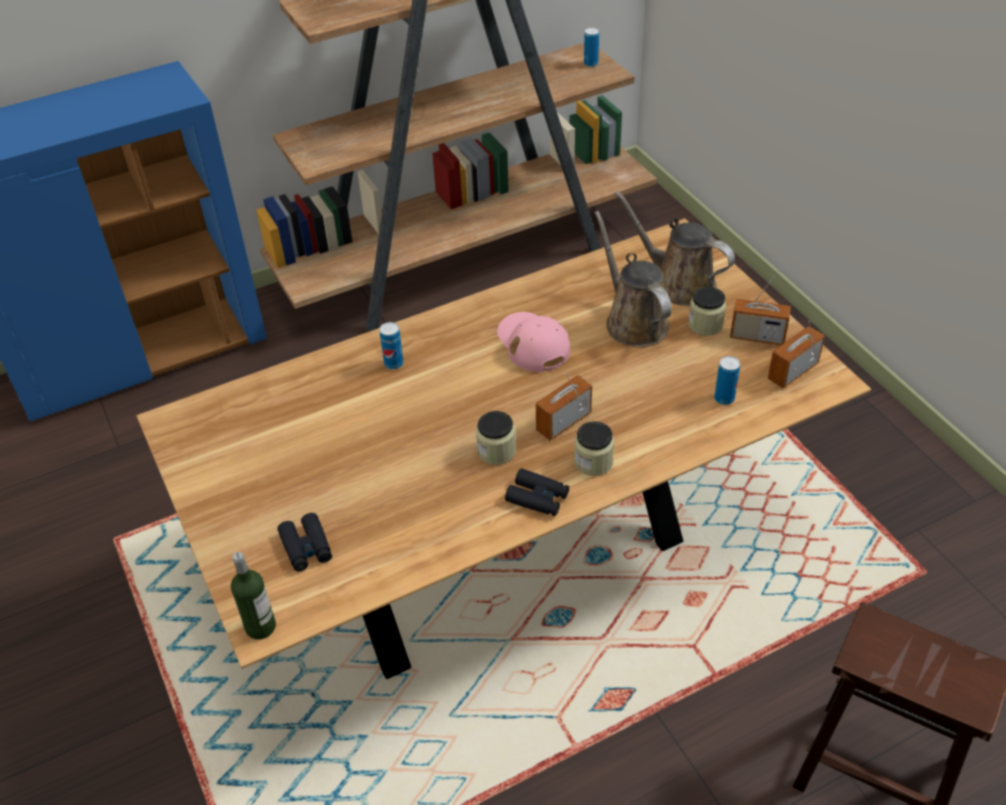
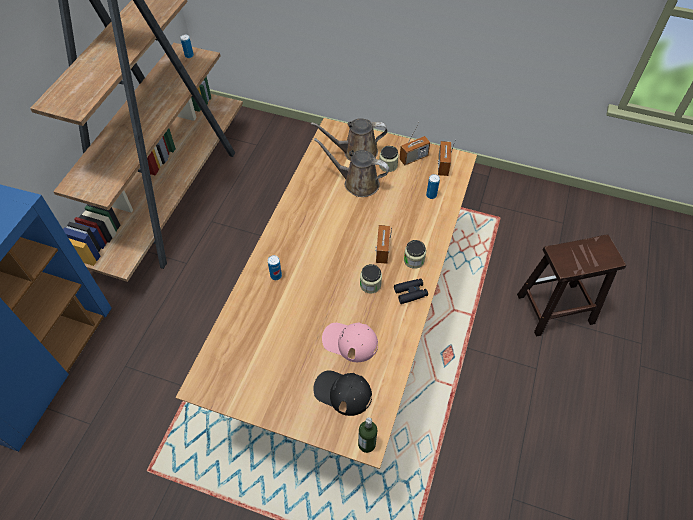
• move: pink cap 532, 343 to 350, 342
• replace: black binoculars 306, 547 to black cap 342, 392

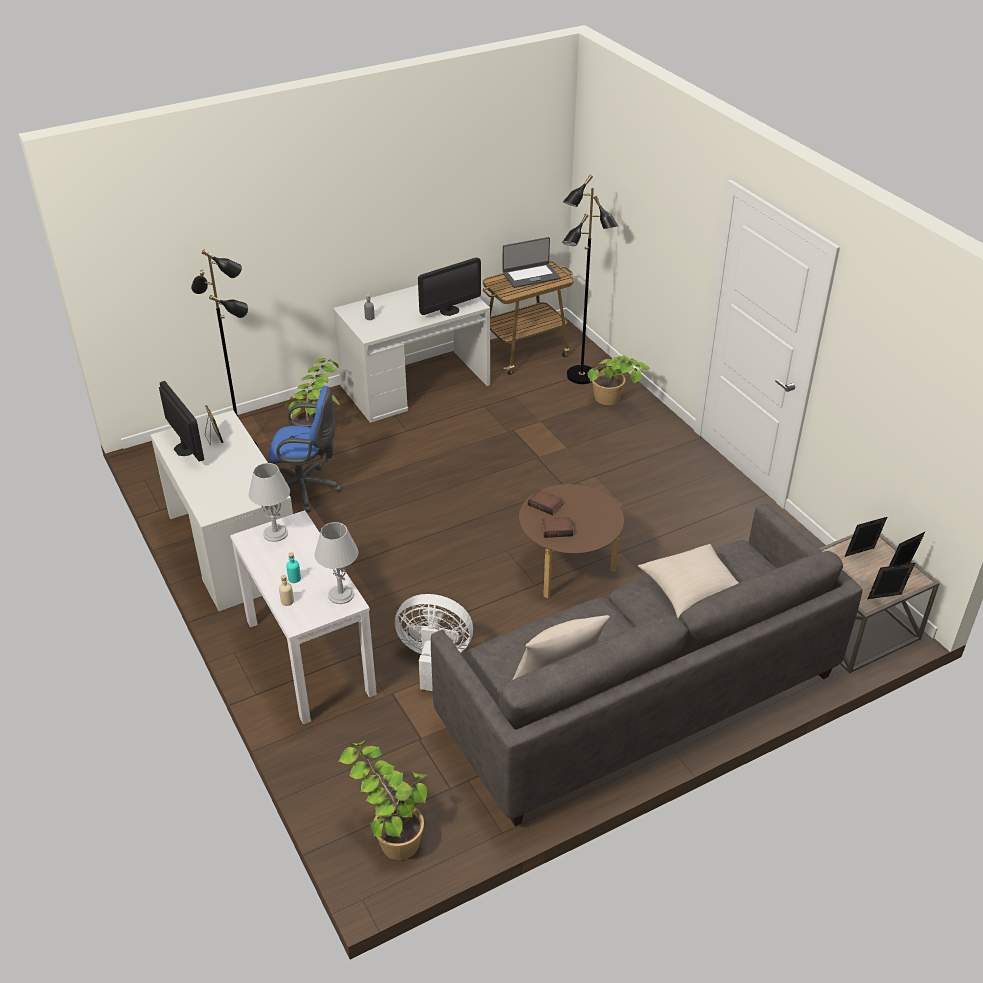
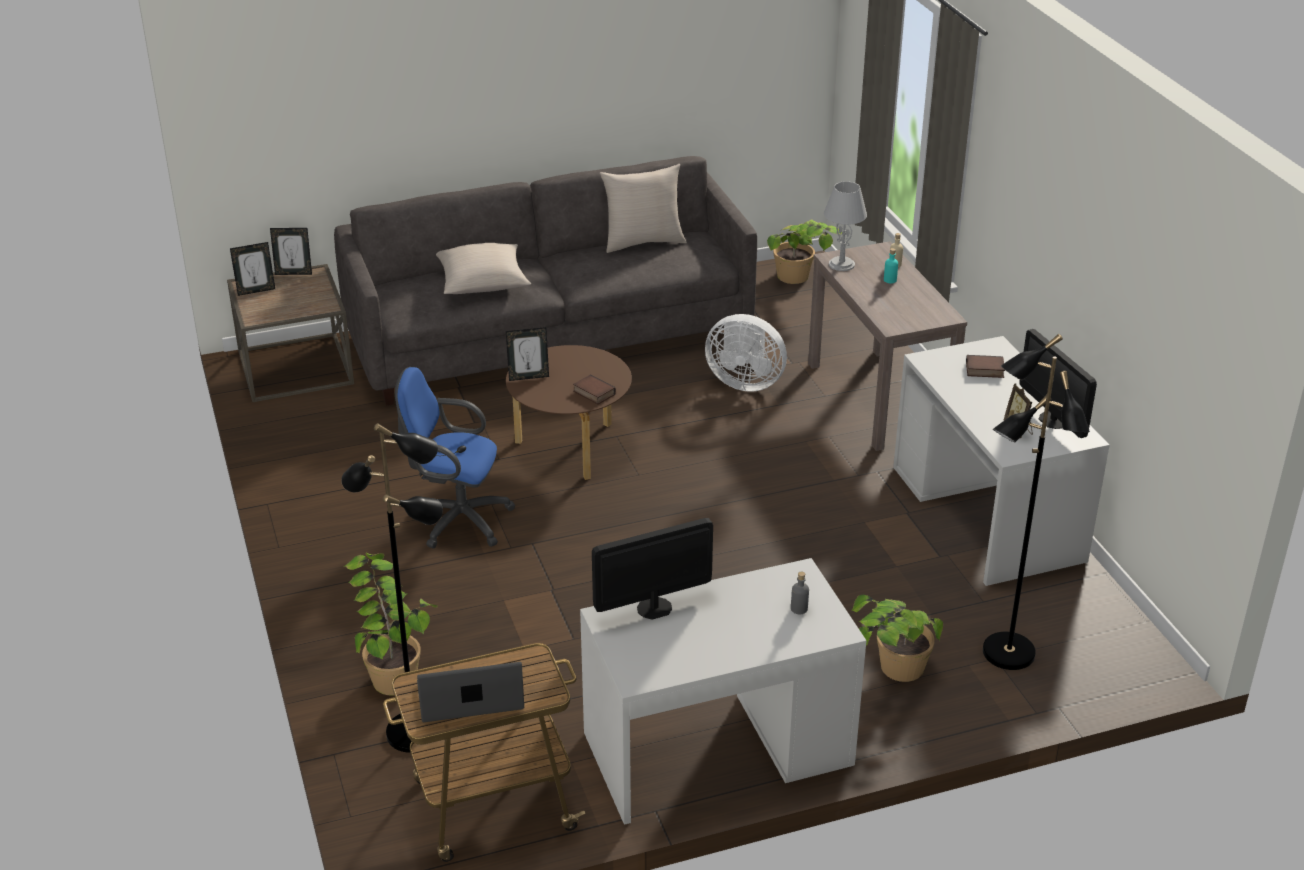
• delete: grey table lamp 275, 533
• move: blue office chair 306, 490 to 456, 520
• move: book 557, 529 to 984, 370
• move: picture frame 861, 554 to 528, 377
• recolor: white console table 309, 656 to brown console table 878, 398

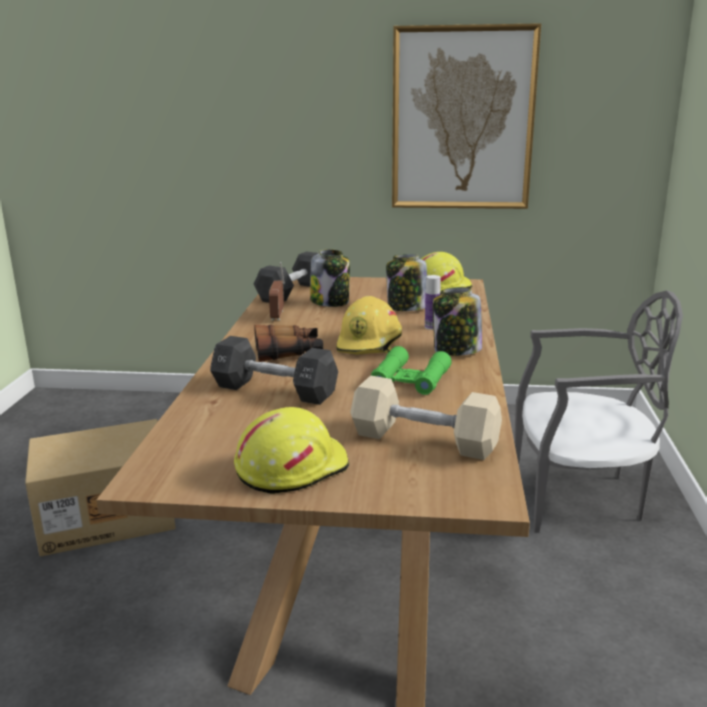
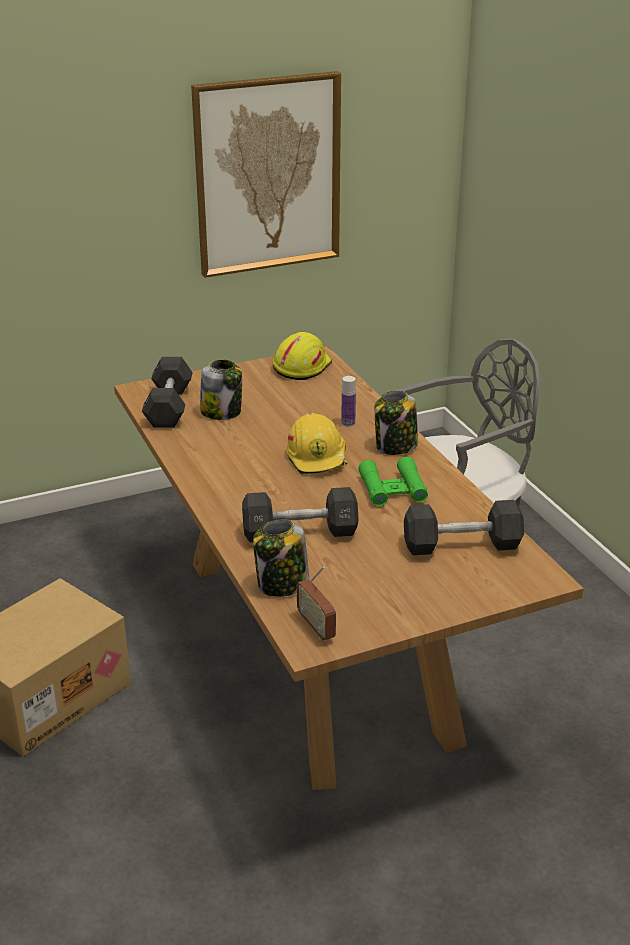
• delete: yellow hard hat 291, 467
• delete: binoculars 289, 352
• move: radio 278, 315 to 316, 627
• move: jar 406, 308 to 282, 585
• recolor: beige dumbbell 424, 440 to black dumbbell 461, 545

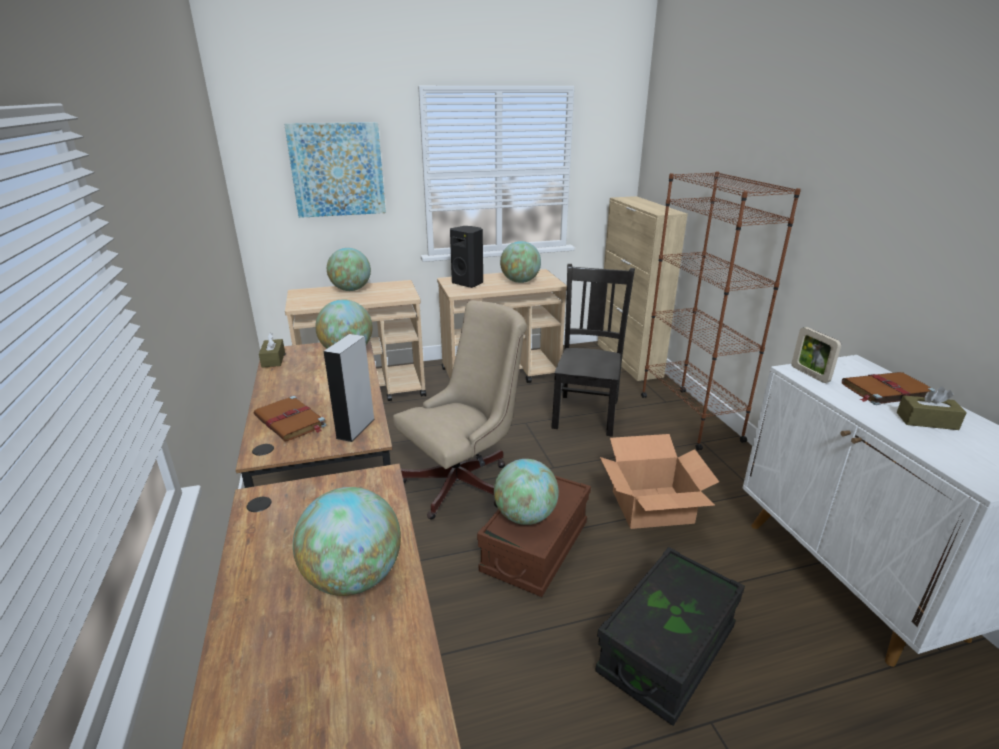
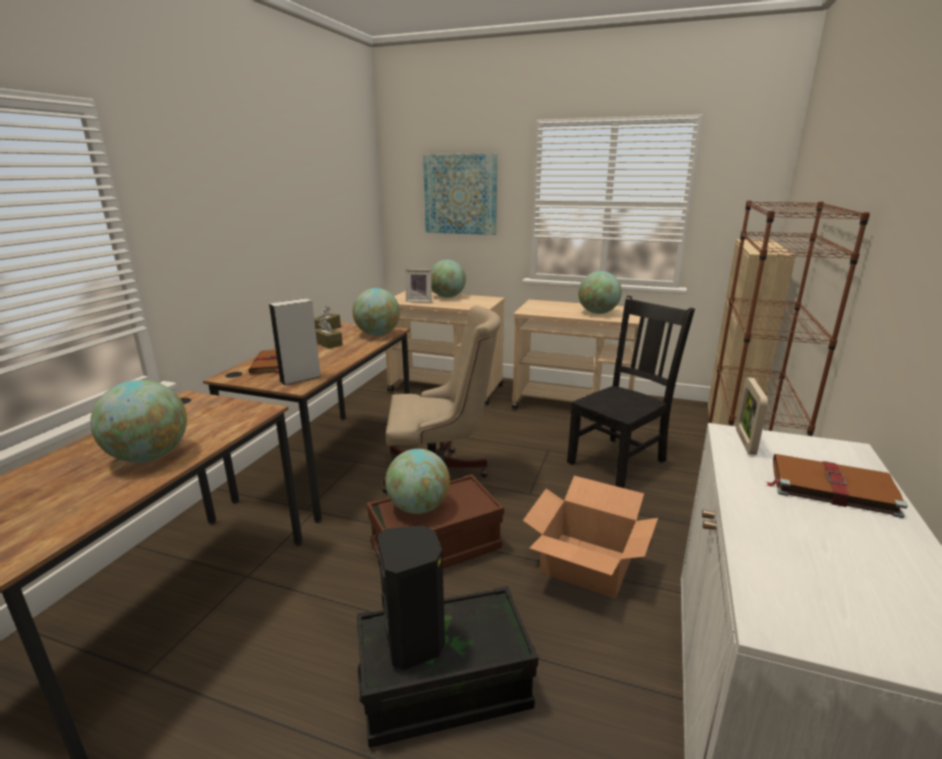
• insert: picture frame 419, 301
• move: black speaker 468, 283 to 415, 641
• move: brown tissue box 926, 421 to 328, 343

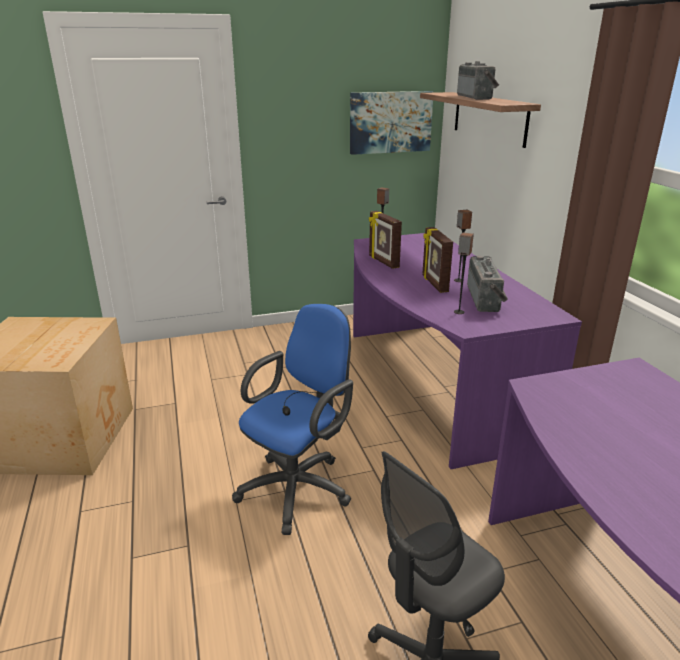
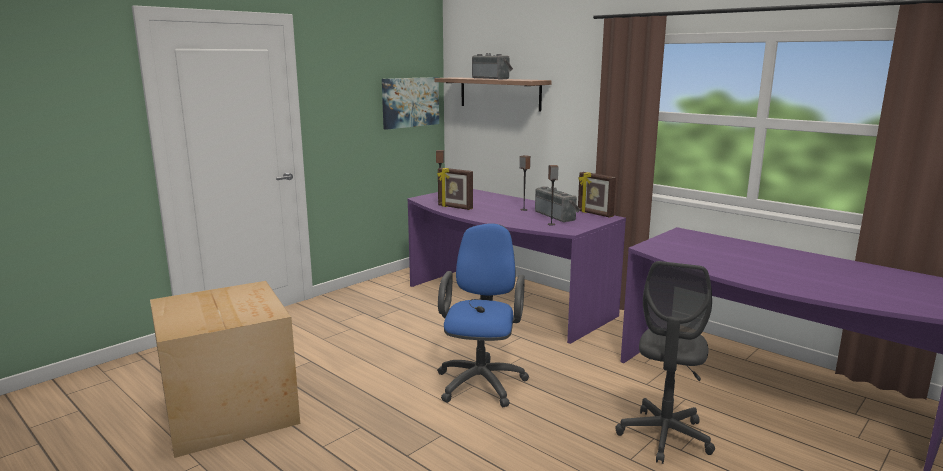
• move: picture frame 434, 284 to 594, 214

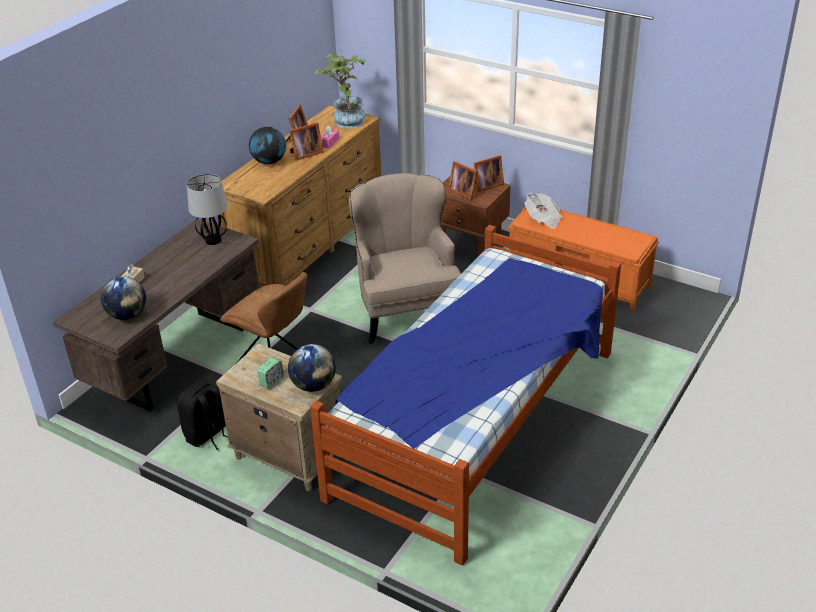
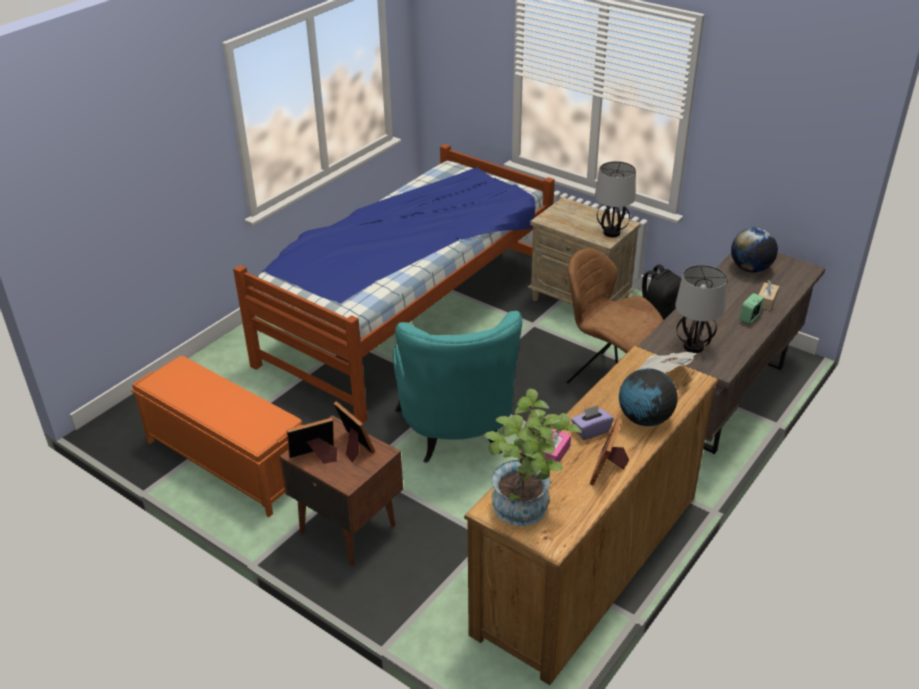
• delete: globe 313, 385
• insert: table lamp 611, 232
• move: alarm clock 271, 381 to 749, 318
• move: newspaper 543, 219 to 664, 373
• replace: picture frame 305, 154 to purple tissue box 590, 431
• recolor: beige armchair 405, 311 to turquoise armchair 457, 434

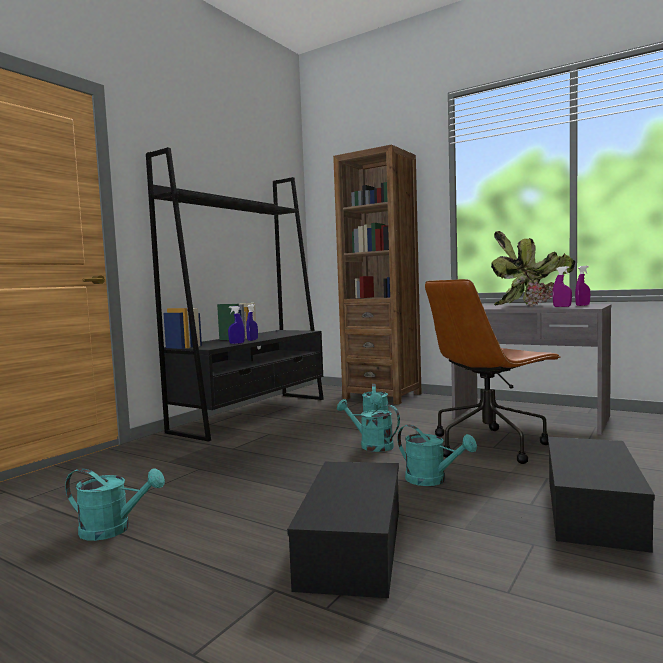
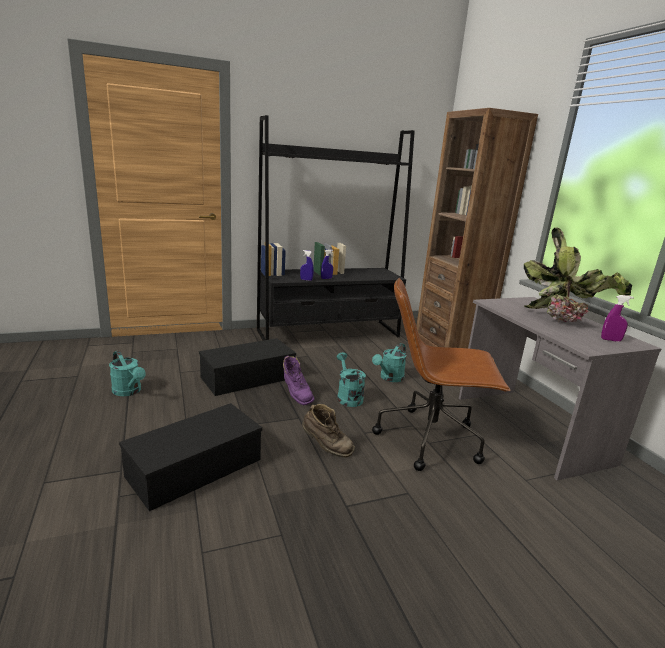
• delete: purple spray bottle 562, 306
• insert: purple boot 296, 395
• move: black storage box 594, 511 to 247, 378
• replace: turquoise watering can 432, 480 to brown boot 326, 448

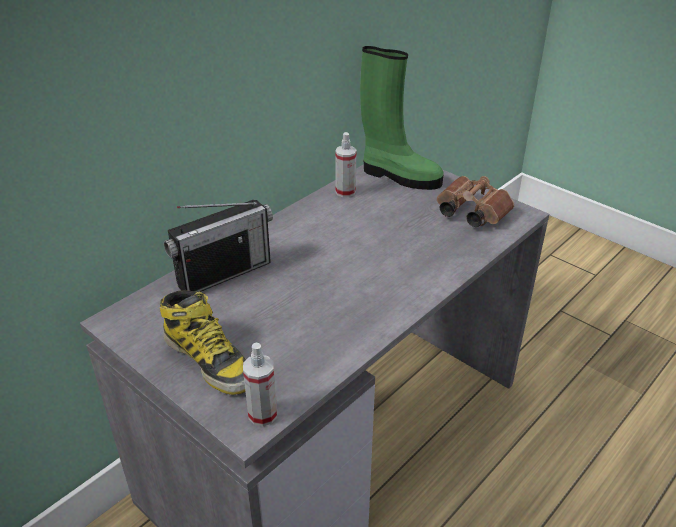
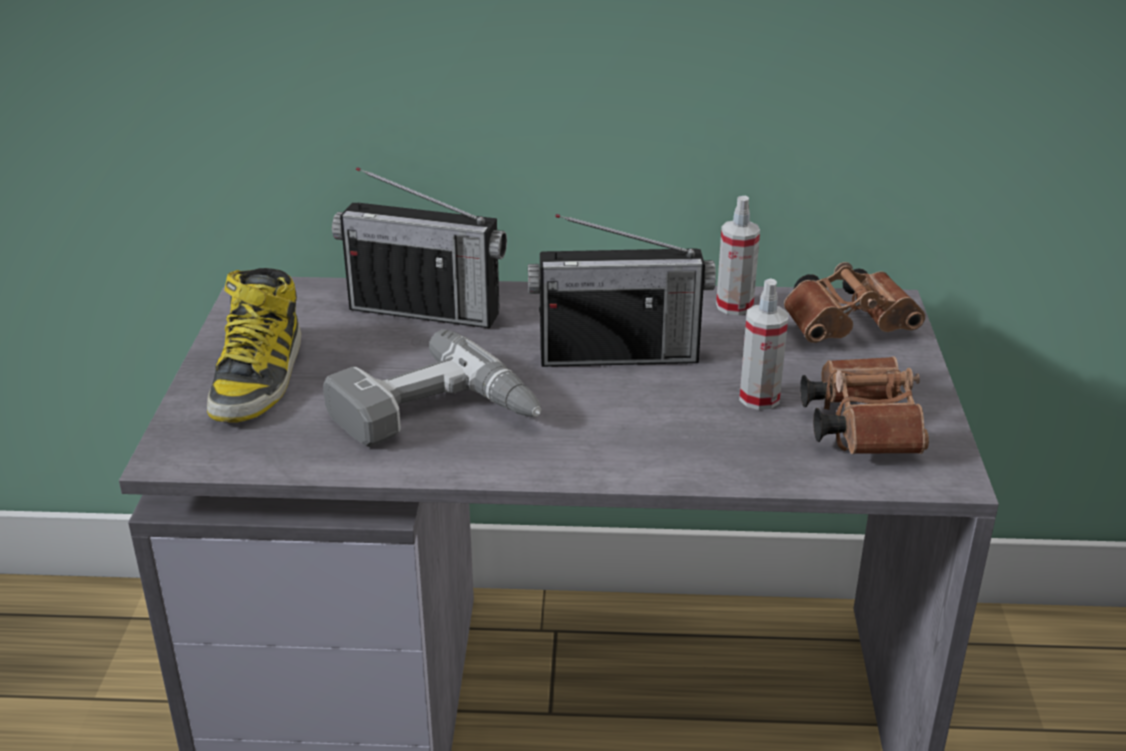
• insert: power drill 435, 417
• insert: radio 618, 354
• move: spray bottle 263, 414 to 759, 398
• replace: green boot 399, 176 to brown binoculars 851, 327

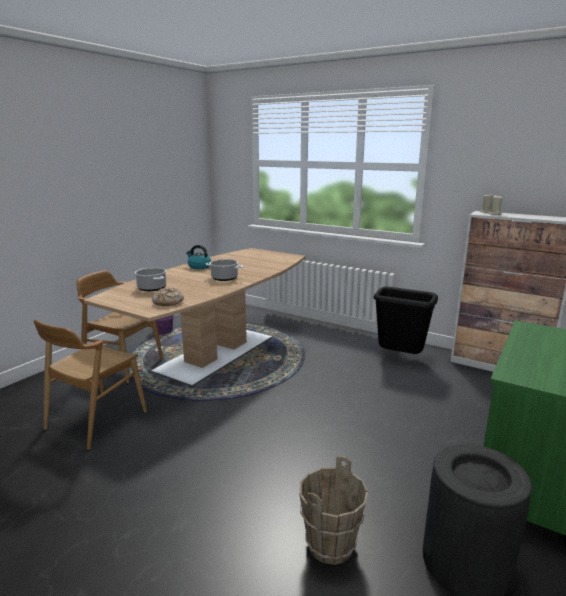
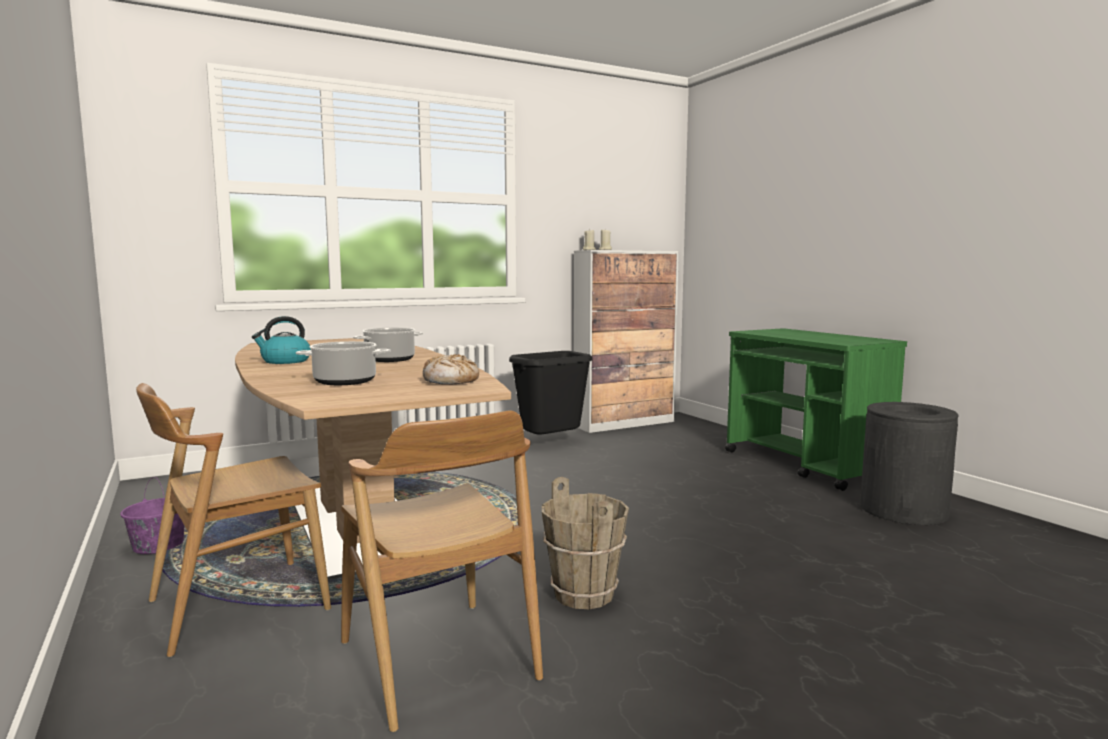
• move: brown bucket 331, 546 to 584, 594

